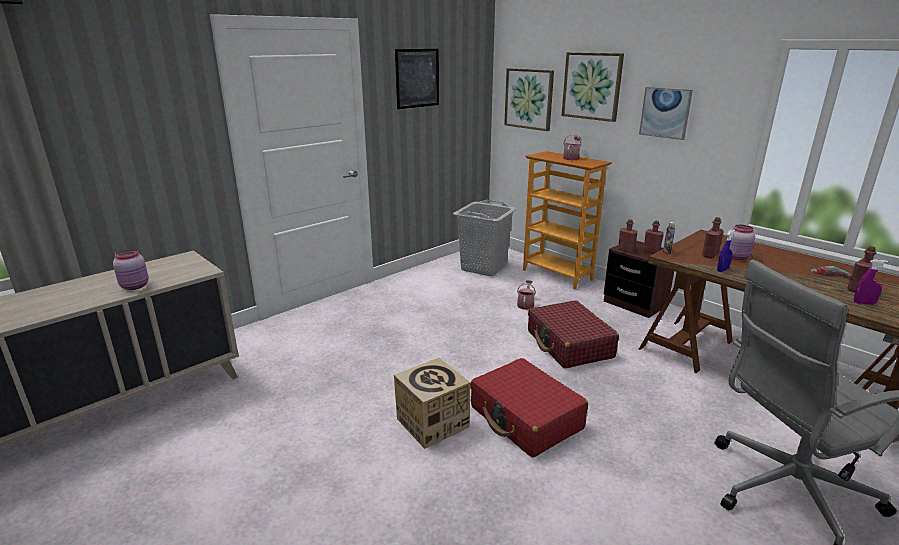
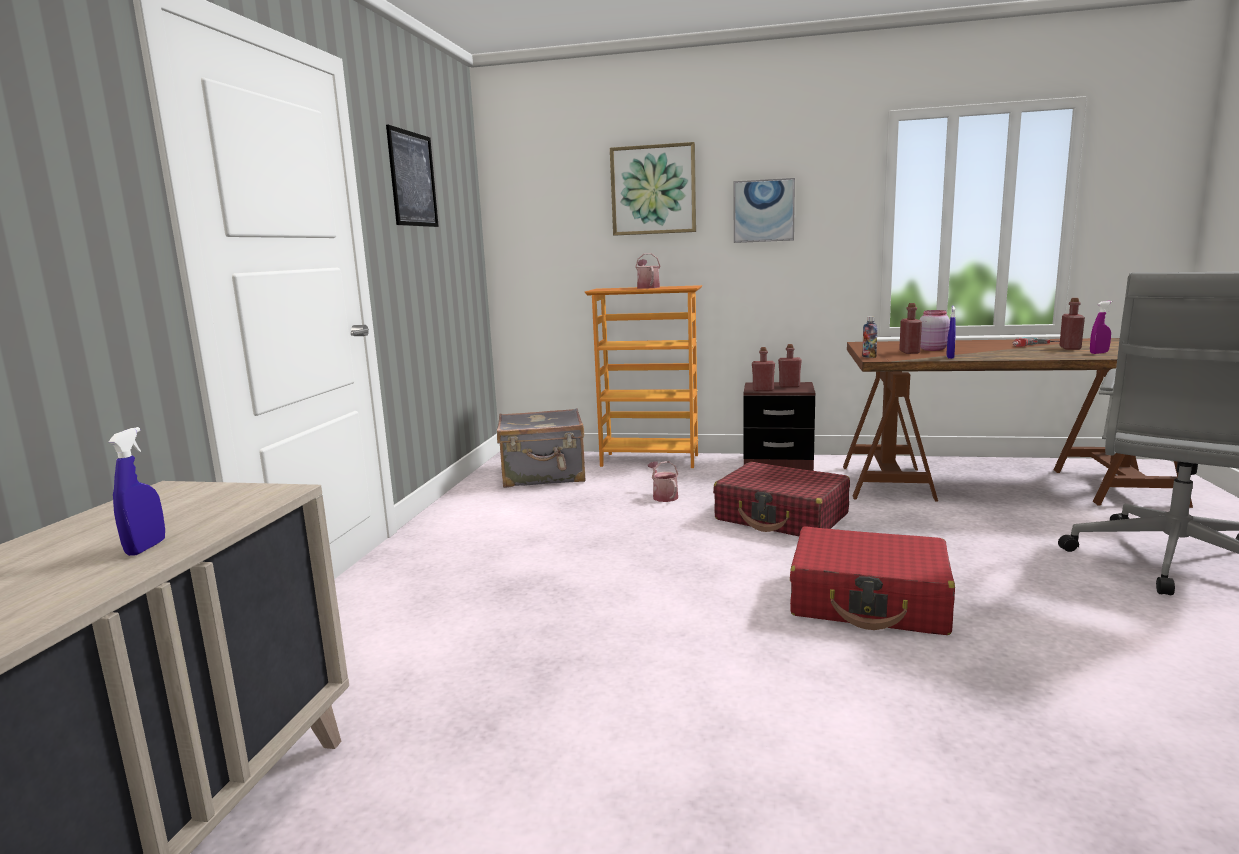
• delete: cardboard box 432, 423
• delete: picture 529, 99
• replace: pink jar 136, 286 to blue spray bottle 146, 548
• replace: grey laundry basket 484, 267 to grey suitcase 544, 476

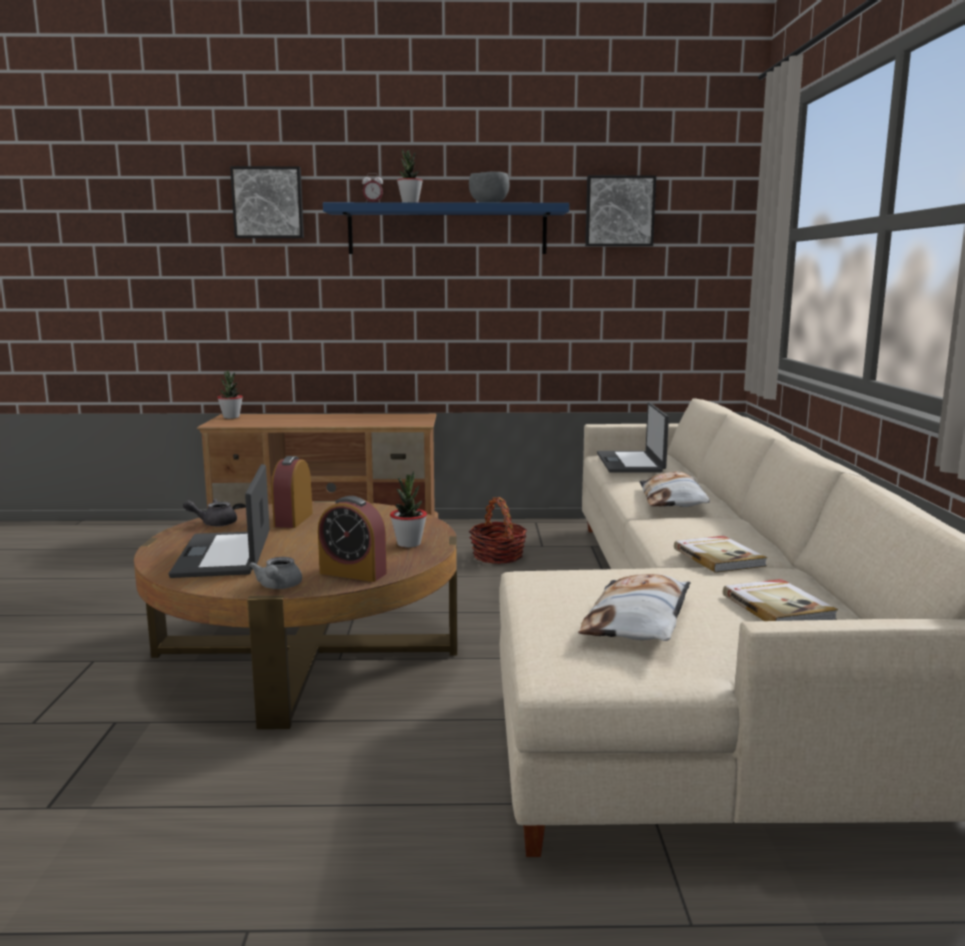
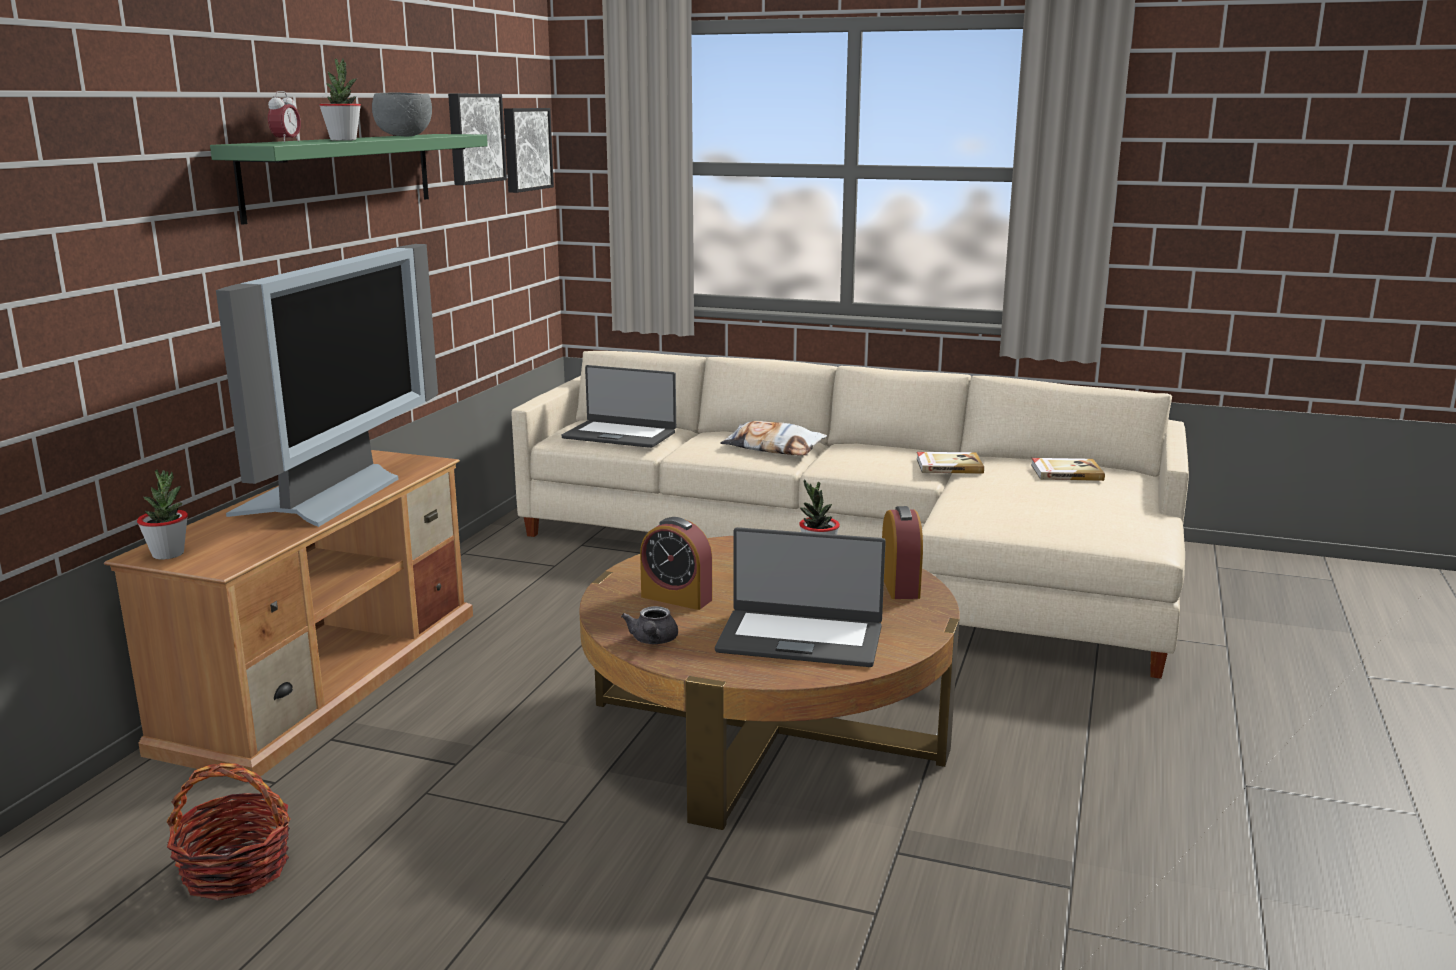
• delete: grey teapot 278, 587
• delete: pillow 638, 620
• insert: television 327, 498
• move: picture 268, 203 to 525, 149
• move: basket 498, 556 to 236, 870
• recolor: blue shelf 447, 230 to green shelf 340, 174
• rotate: alarm clock 353, 573 = 899, 585 45 degrees counterclockwise

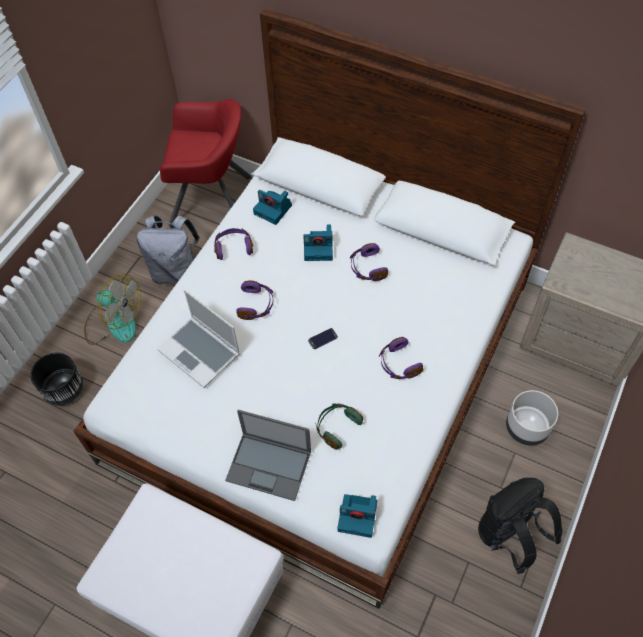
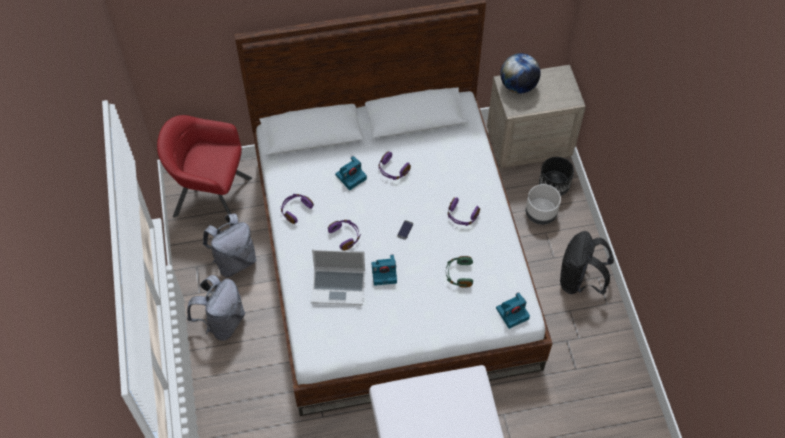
• delete: laptop 270, 466
• insert: globe 518, 86
• move: black planter 64, 390 to 554, 186
• move: photo camera 274, 209 to 384, 273
• replace: fan 114, 322 to grey backpack 222, 322
• rotate: red armchair 212, 200 = 212, 196 135 degrees counterclockwise

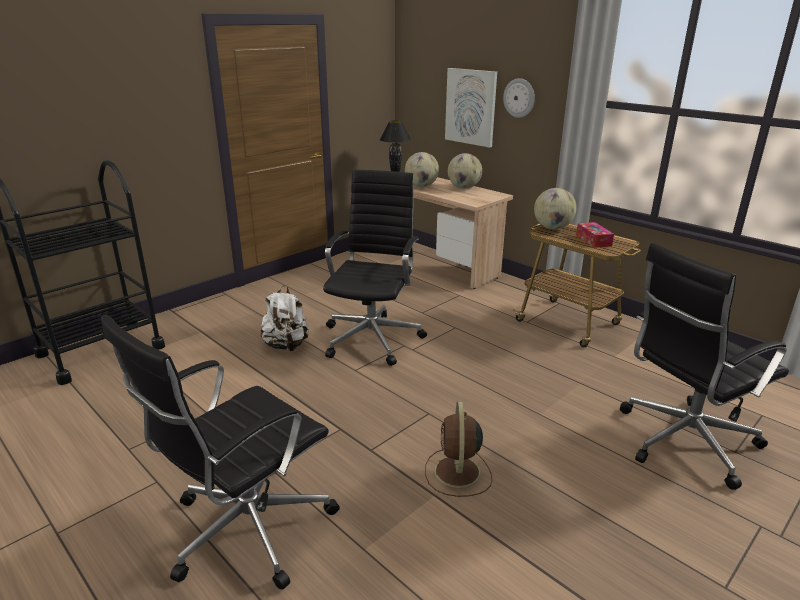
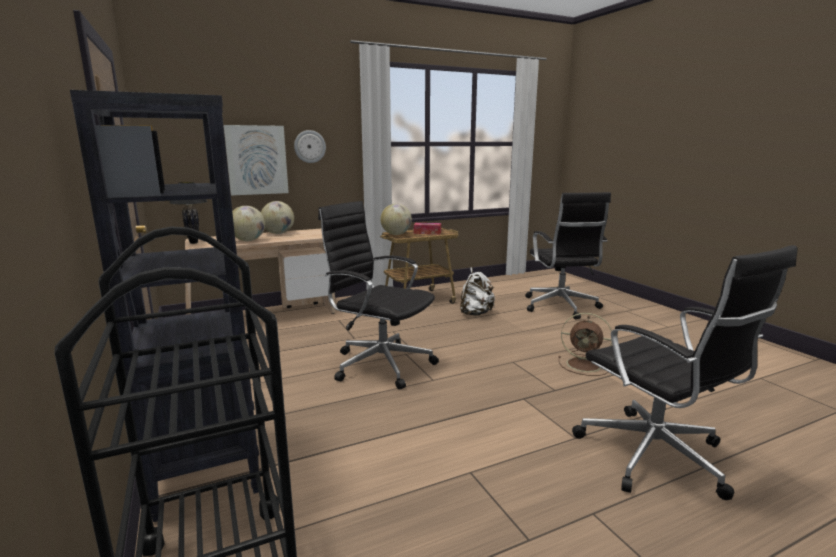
• insert: black bookcase 206, 468
• move: white backpack 286, 345 to 475, 313

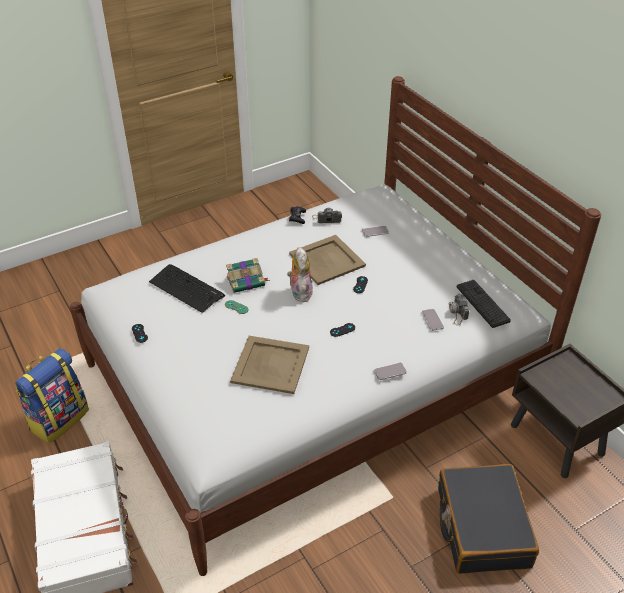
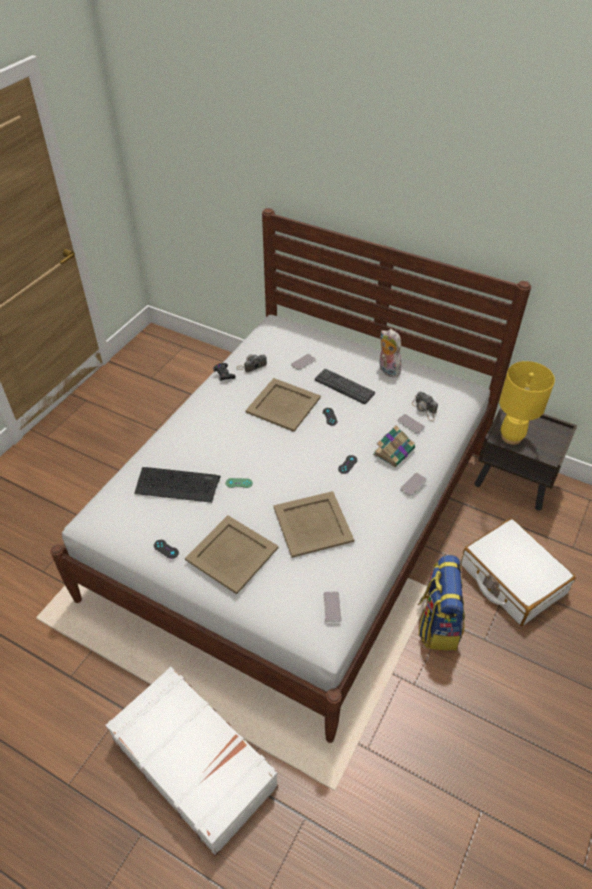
• insert: beige tray 231, 554
• insert: phone 332, 607
• insert: yellow table lamp 511, 437
• move: backpack 59, 419 to 437, 624
• move: book 246, 281 to 394, 451
• move: plush toy 300, 292 to 387, 370
• move: keyboard 482, 304 to 344, 386
• recolor: black suitcase 482, 527 to white suitcase 512, 579

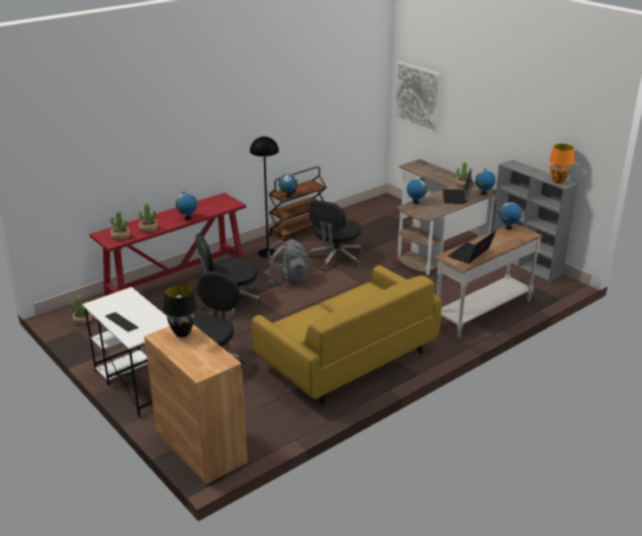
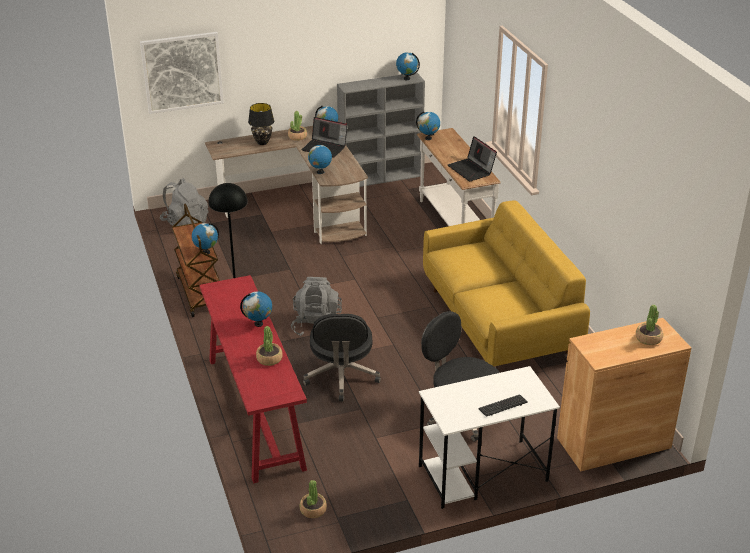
• delete: black office chair 336, 259
• insert: grey backpack 185, 223
• move: potted plant 120, 236 to 648, 338
• move: black table lamp 182, 333 to 262, 142
• replace: orange table lamp 558, 181 to globe 407, 78

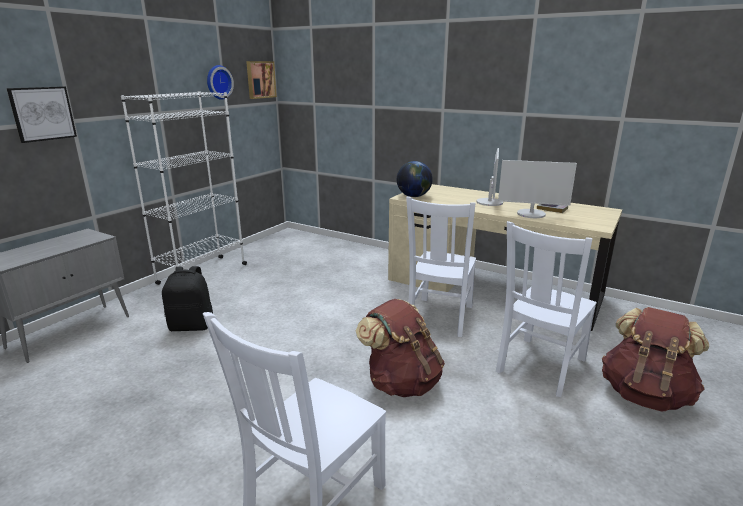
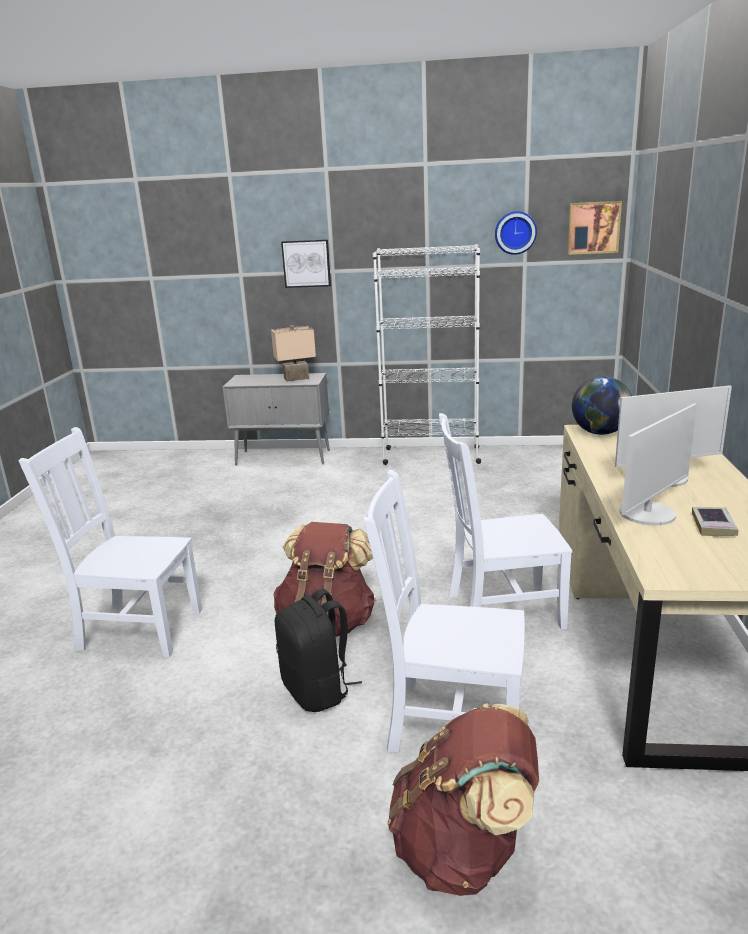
• insert: beige table lamp 296, 378
• move: black backpack 192, 326 to 317, 691
• rotate: monitor 531, 214 = 648, 514 120 degrees counterclockwise

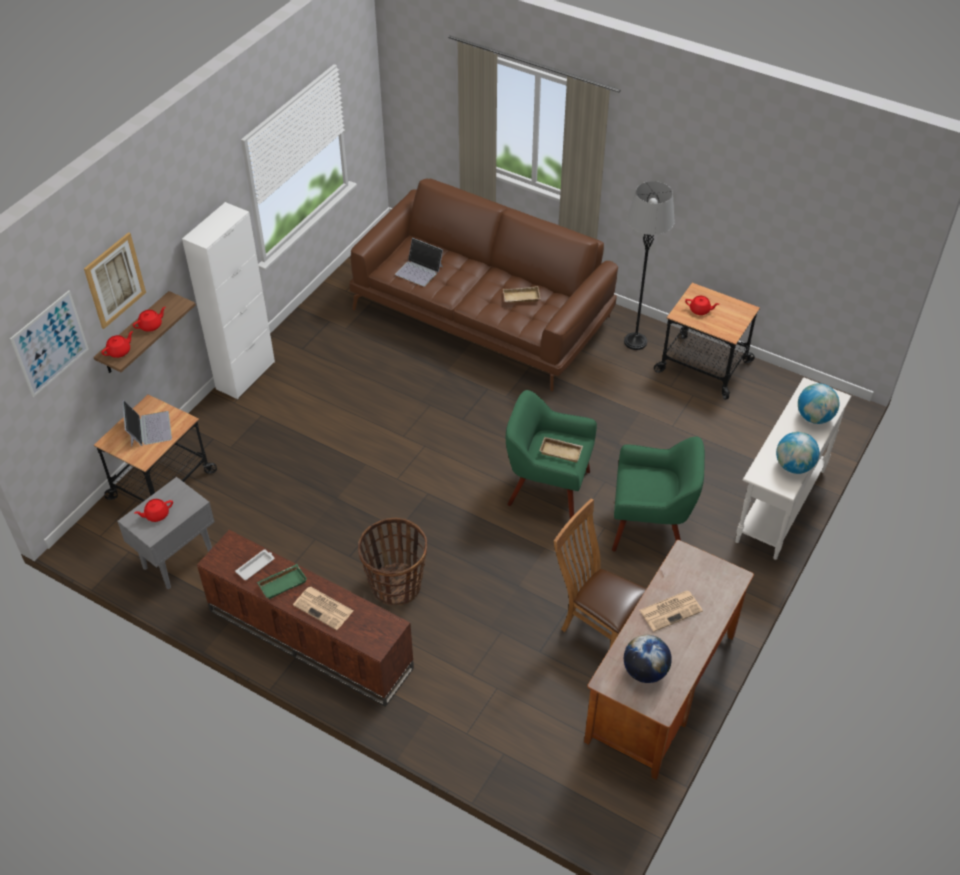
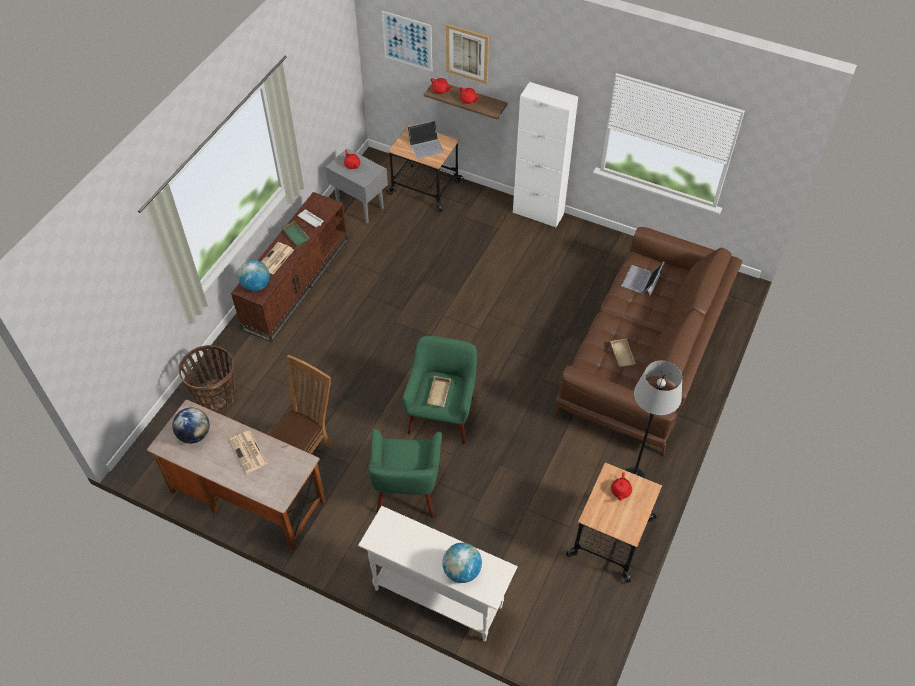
• move: basket 395, 585 to 216, 396
• move: globe 793, 466 to 256, 285

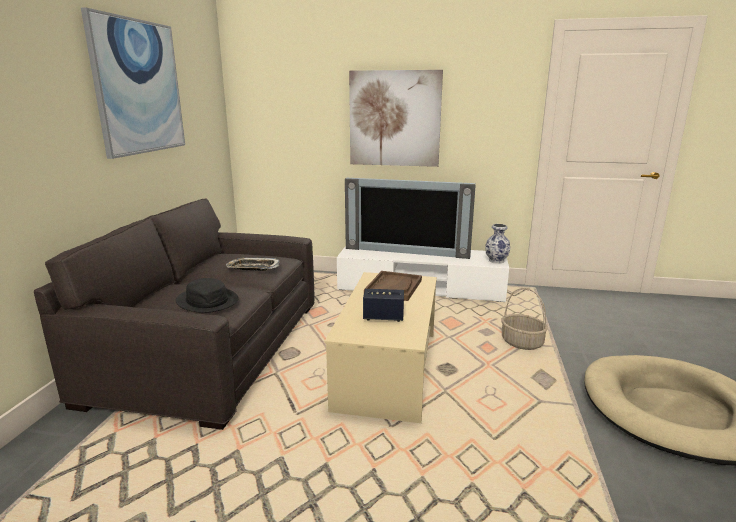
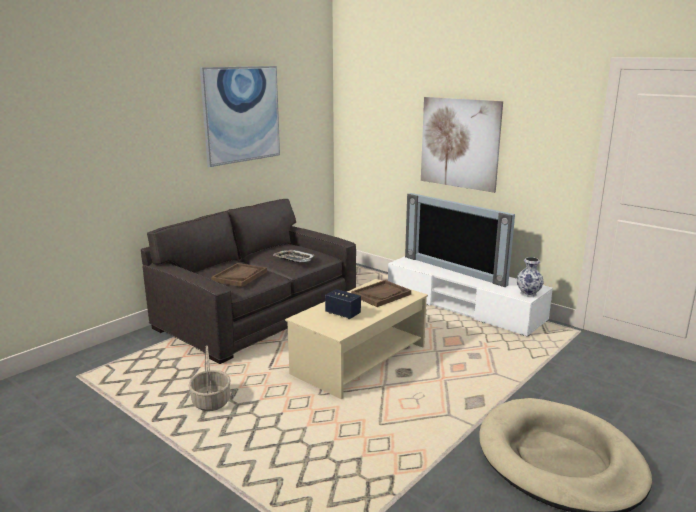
• move: basket 521, 343 to 211, 401
• replace: black hat 207, 301 to brown tray 239, 276

